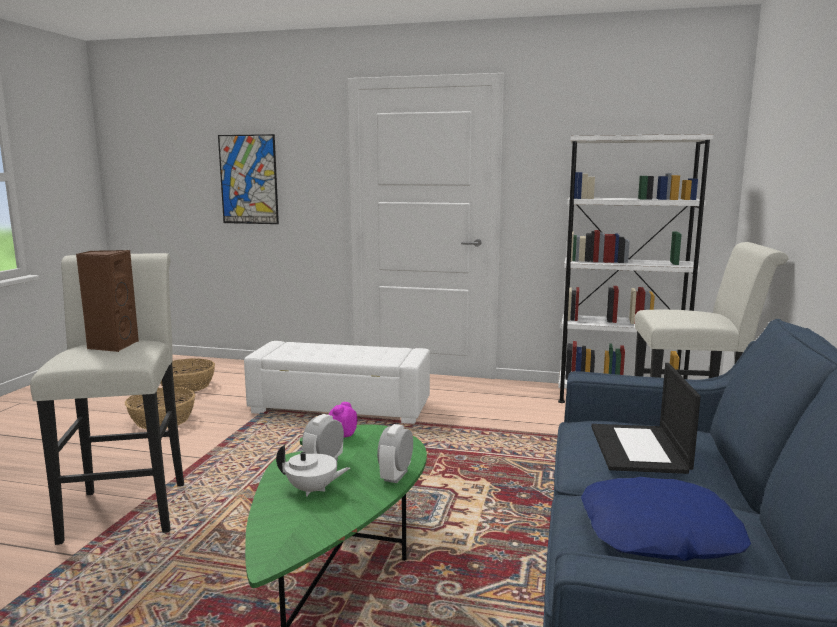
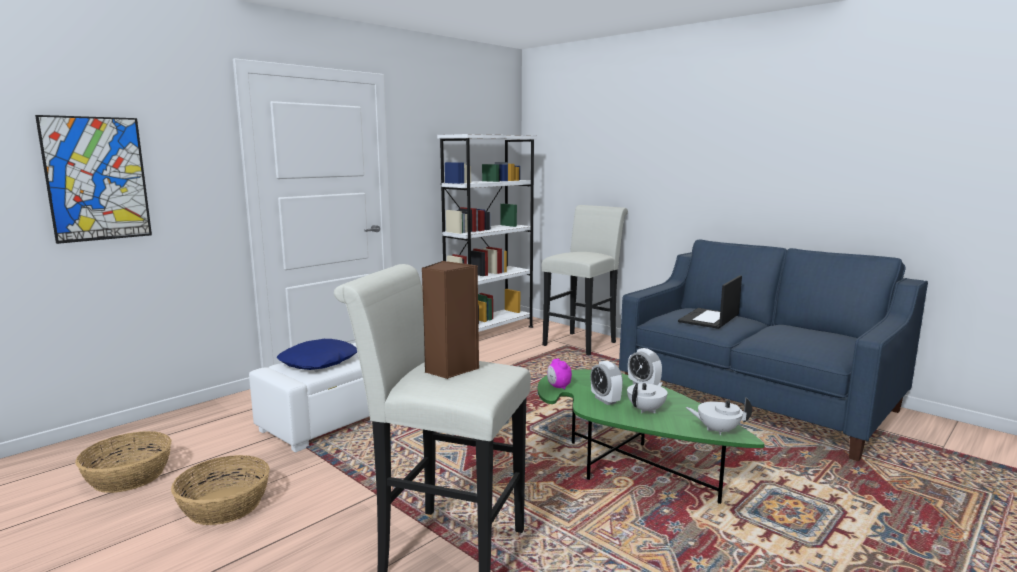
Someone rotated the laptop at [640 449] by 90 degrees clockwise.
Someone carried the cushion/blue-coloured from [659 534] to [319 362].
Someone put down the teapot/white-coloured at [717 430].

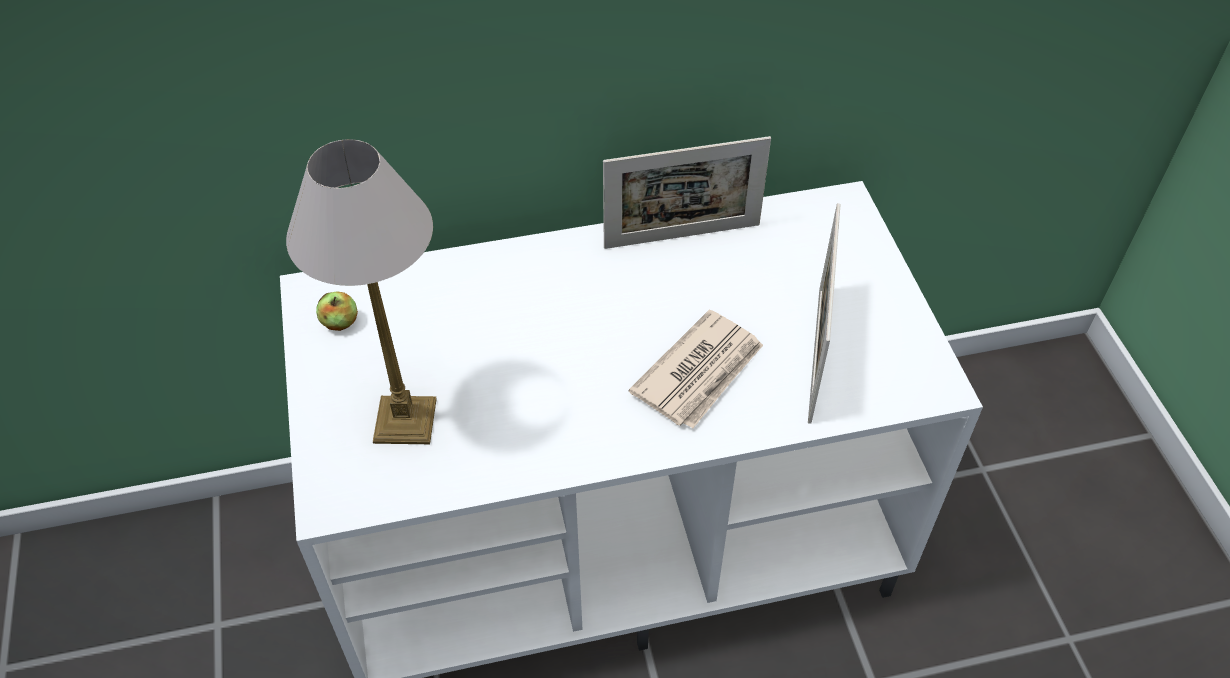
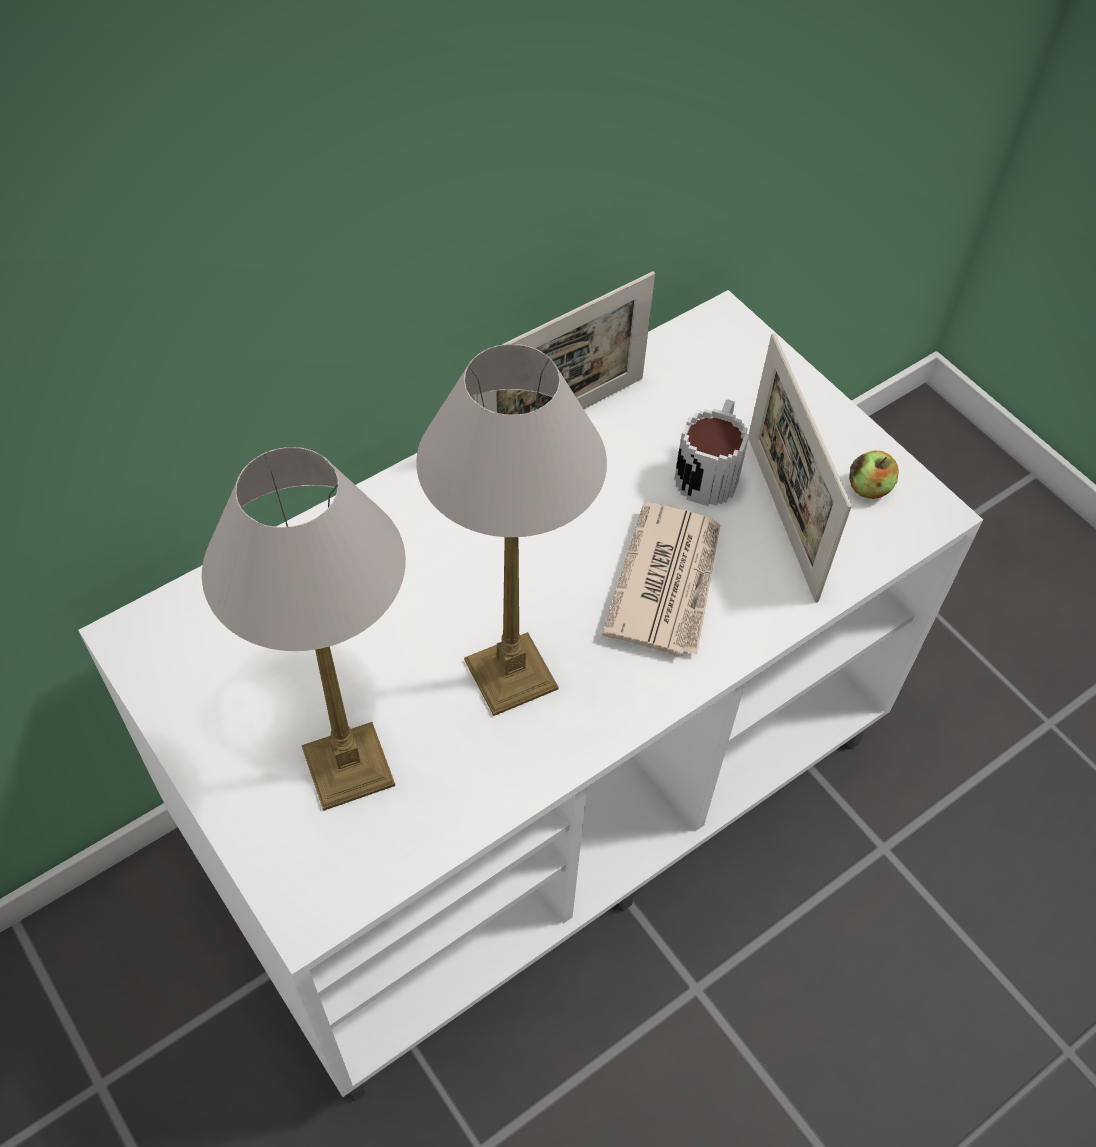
Someone carried the apple from [340 323] to [868 488].
Someone put down the table lamp at [511 672].
Someone put down the coffee mug at [710 469].

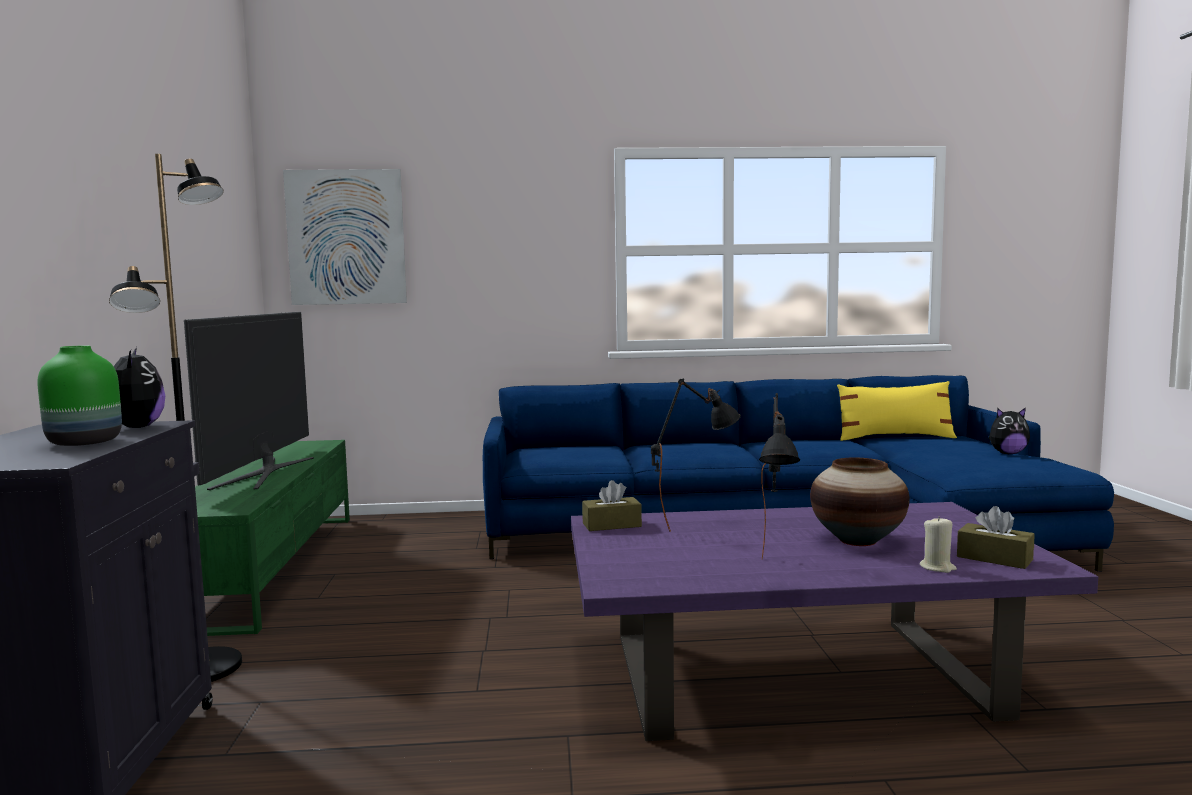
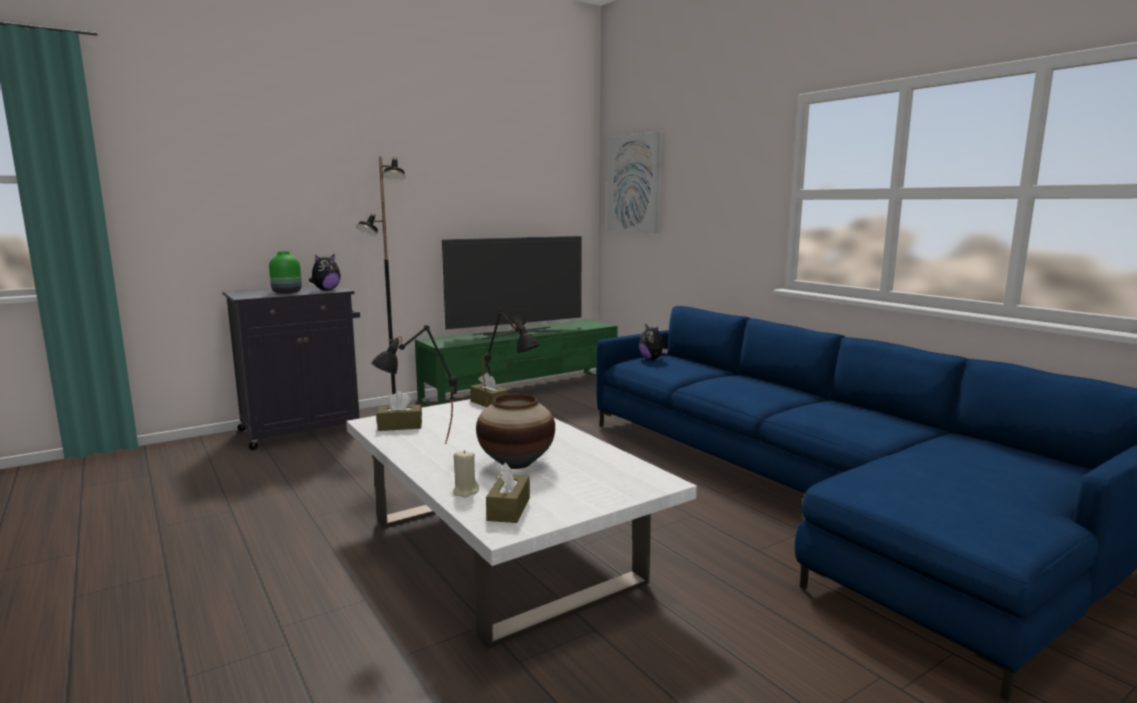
Someone took away the cushion/yellowish at [894 437].
Someone carried the soft toy from [1007 453] to [652 359].
Someone repainted the lounge table/purple at [799 673], which became the lounge table/white-coloured at [504 550].
Someone put down the box of tissues/brownish at [400 426].

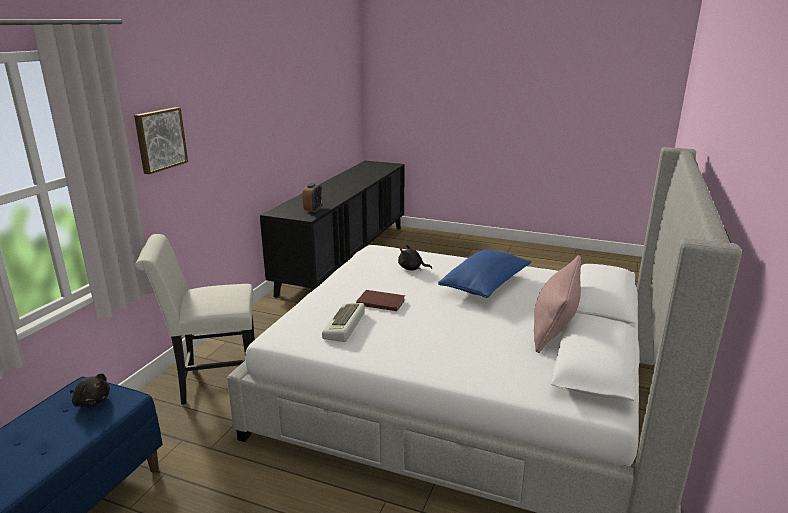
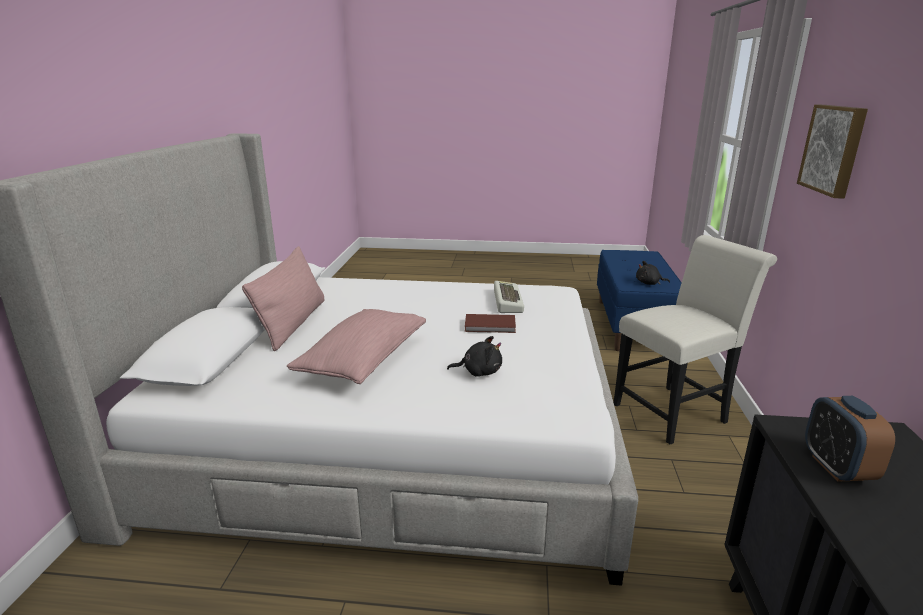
Someone repainted the cushion/blue-coloured at [485 286], which became the cushion/pinkish at [364 361].

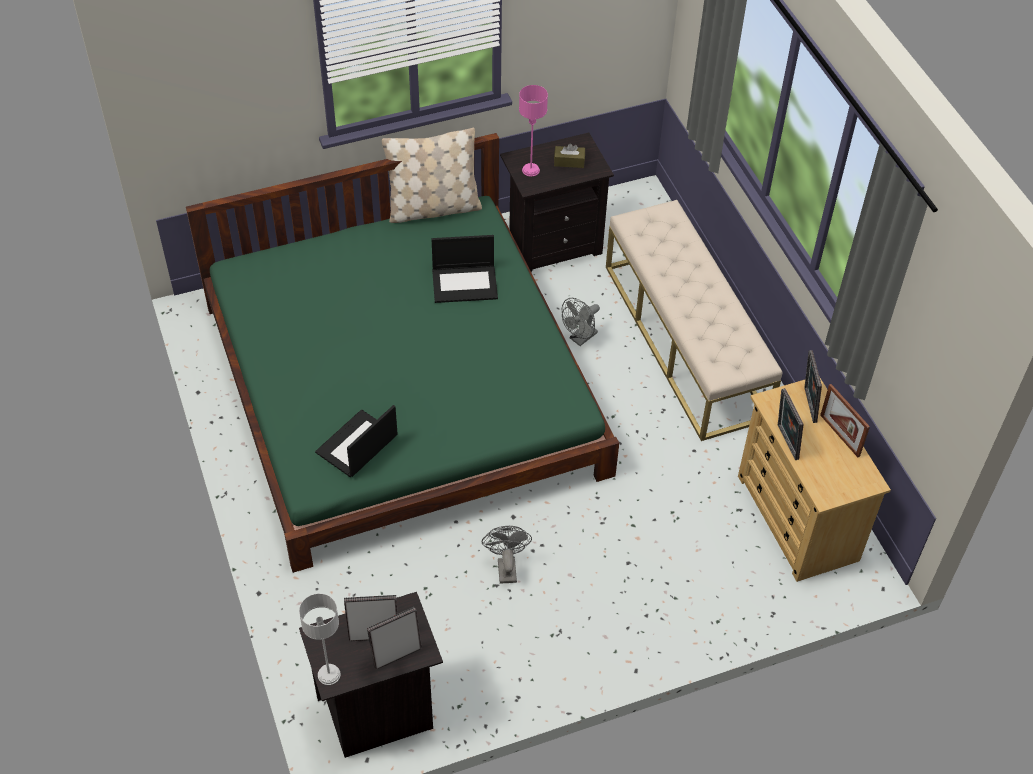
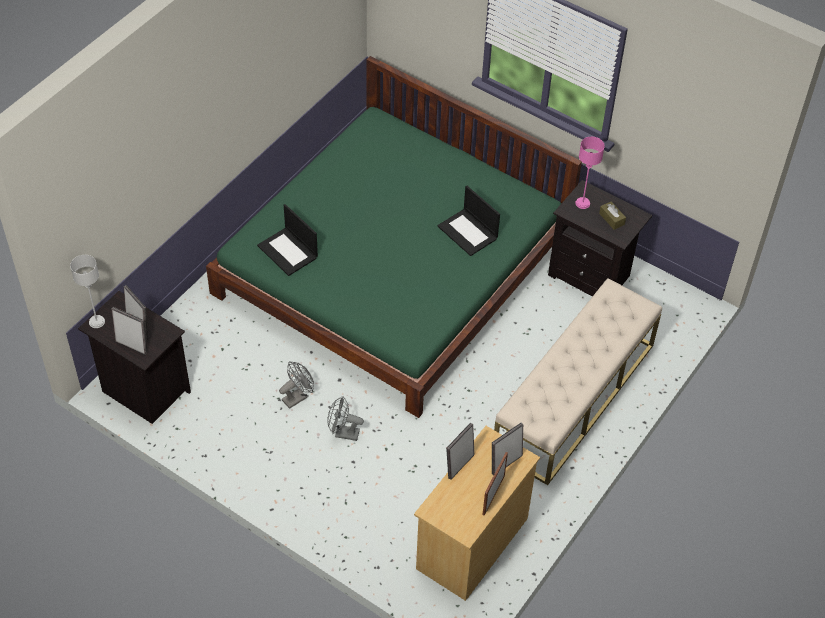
Someone took away the cushion/beige at [433 208].
Someone carried the cooling fan/grey from [580 338] to [343 433].
Someone rotated the laptop at [357 445] by 135 degrees counterclockwise.

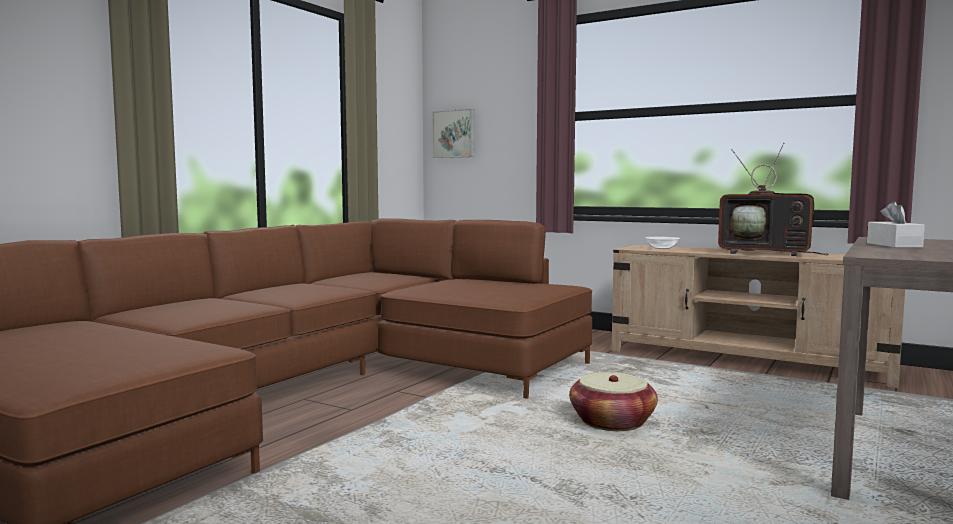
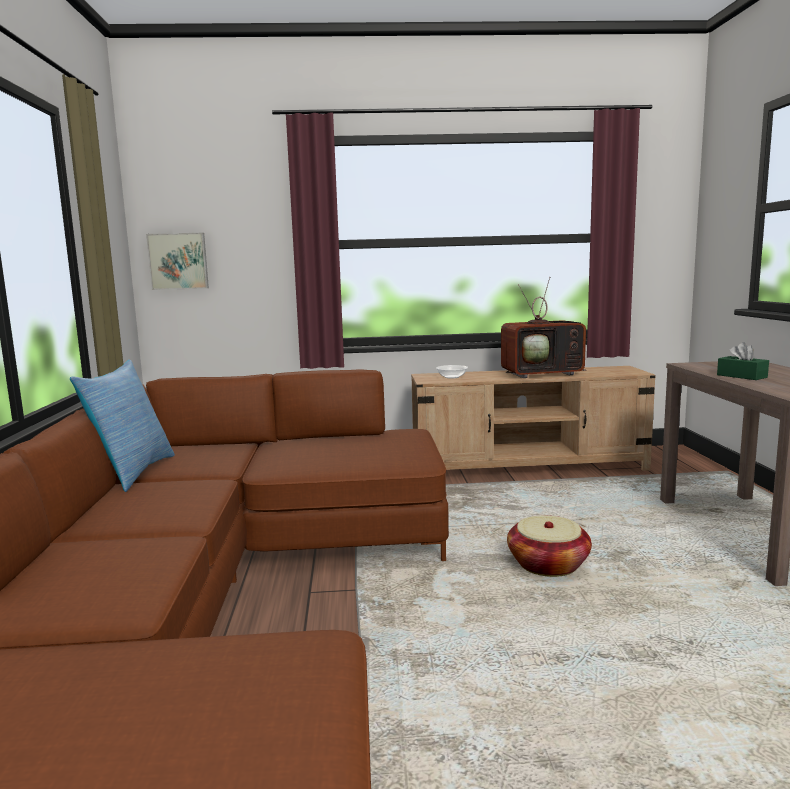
Someone repainted the box of tissues/white-coloured at [893 245], which became the box of tissues/green-coloured at [741 376].
Someone put down the cushion at [132 472].

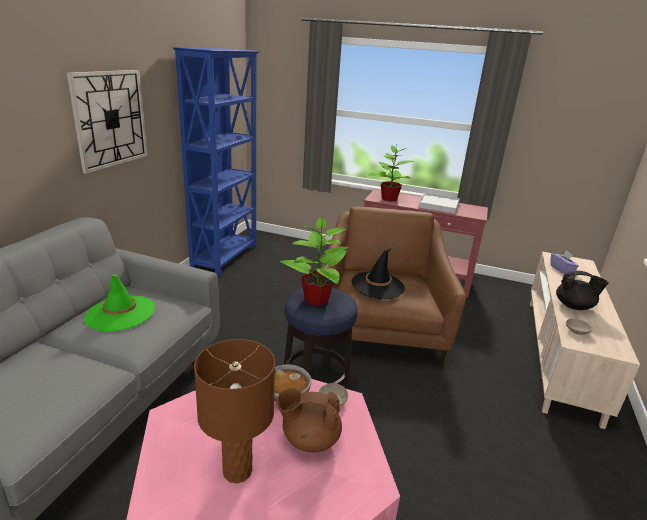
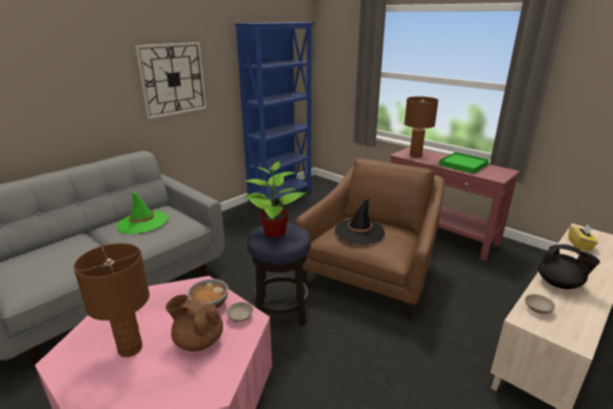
Someone swapped the potted plant at [389 199] for the table lamp/brownish at [415 155].
Someone repainted the tray/white-coloured at [438 205], which became the tray/green-coloured at [463 165].
Someone repainted the box of tissues/purple at [561 269], which became the box of tissues/yellowish at [580 244].

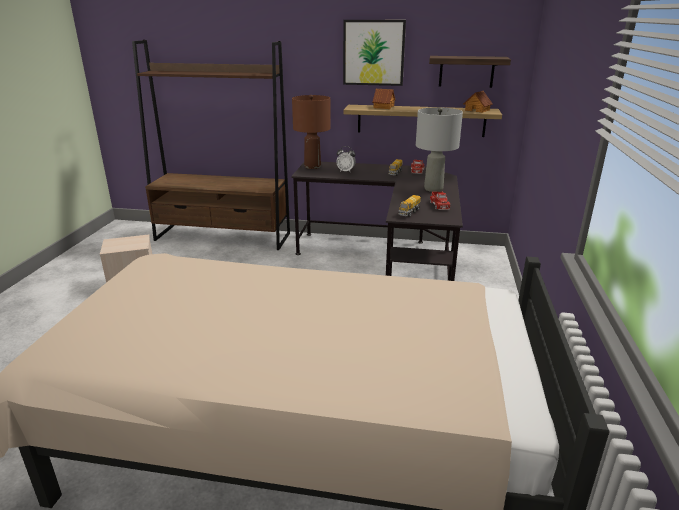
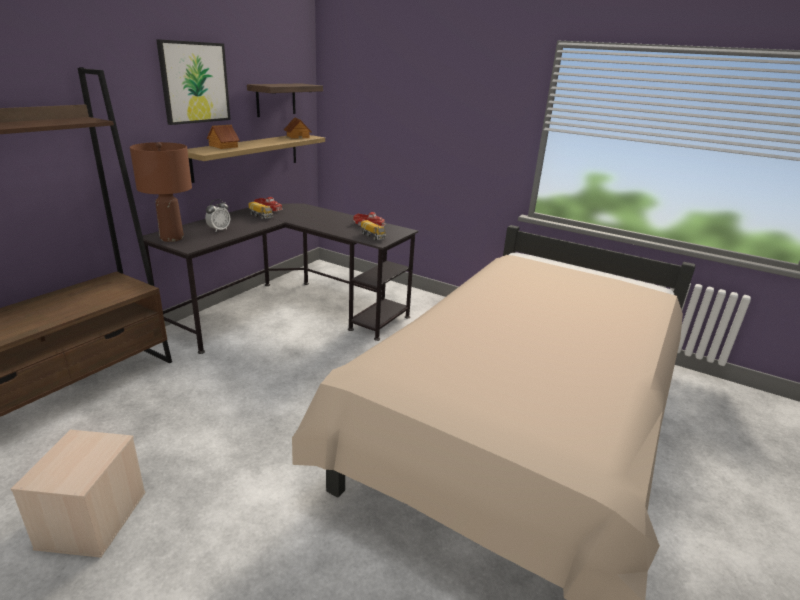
Someone took away the table lamp/grey at [434 189].

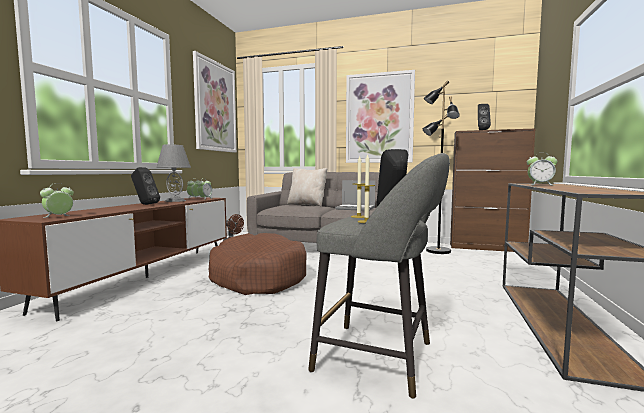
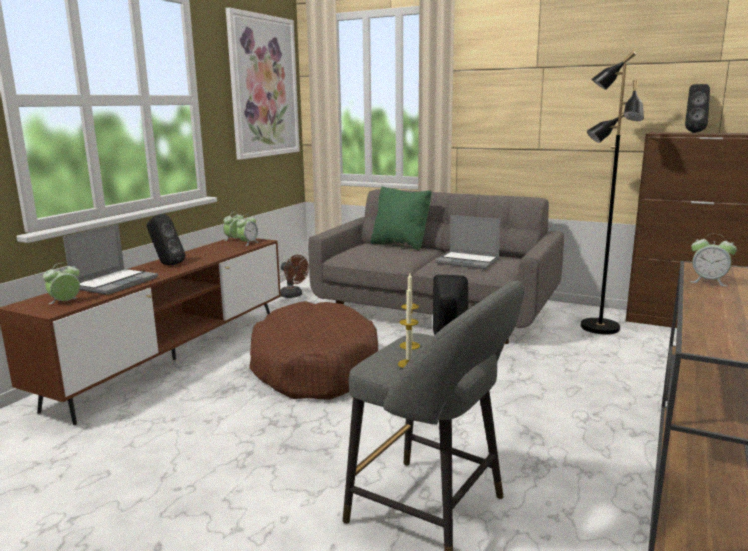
Someone took away the wall picture at [379 118].
Someone took away the table lamp/grey at [175 201].
Someone repainted the cushion/beige at [307 205], which became the cushion/green-coloured at [400 245].
Someone put down the laptop at [115 283].

